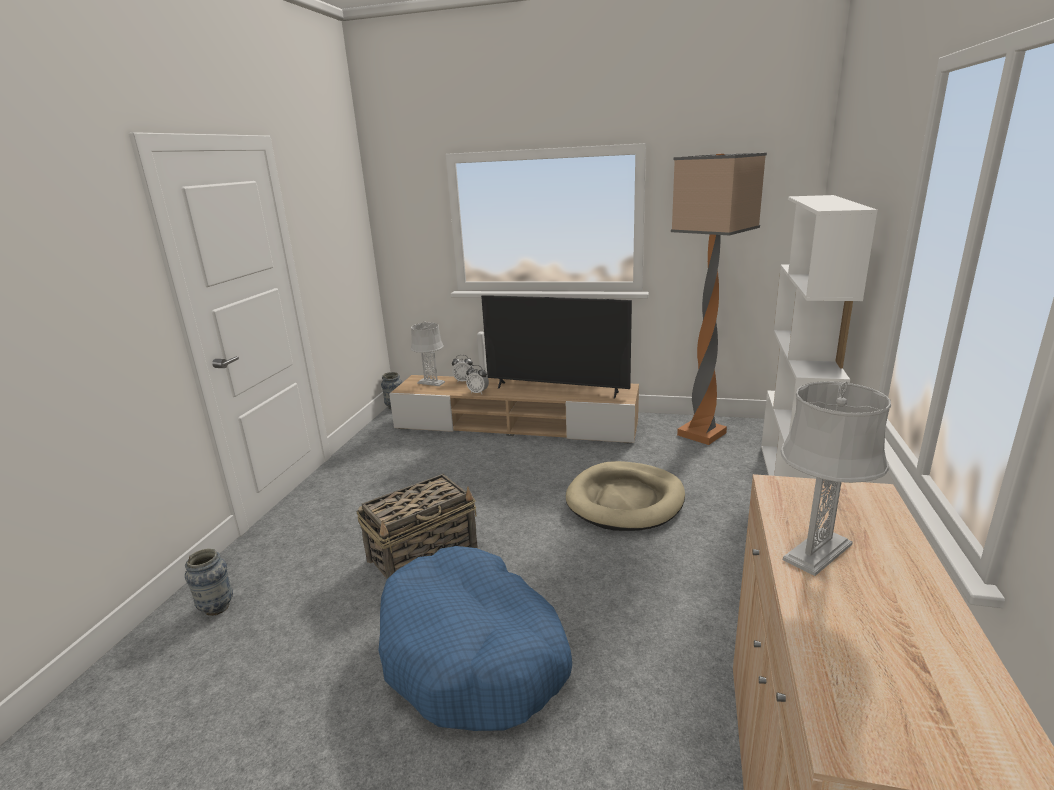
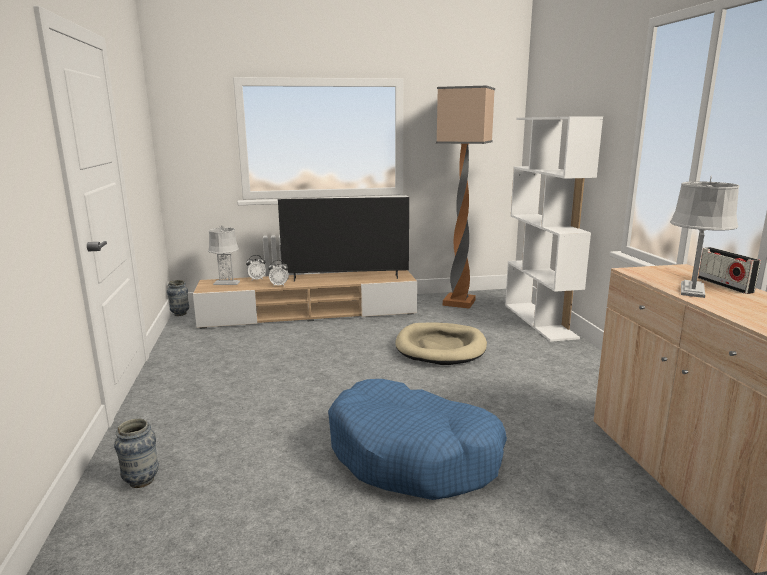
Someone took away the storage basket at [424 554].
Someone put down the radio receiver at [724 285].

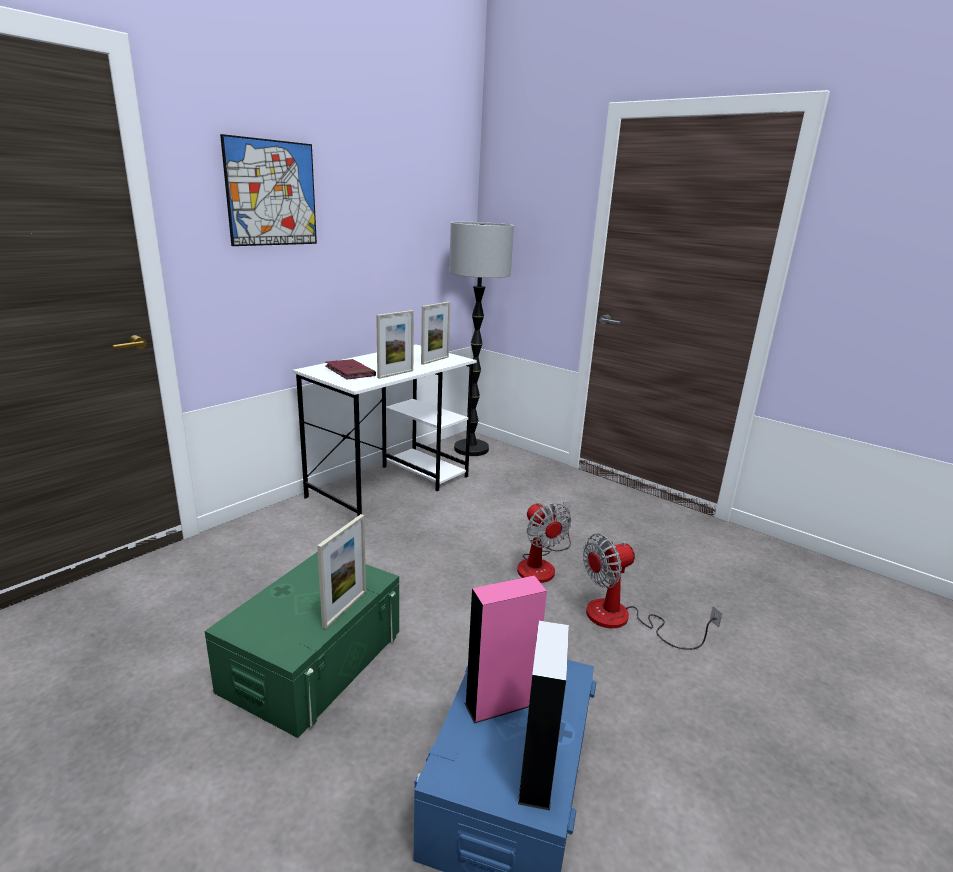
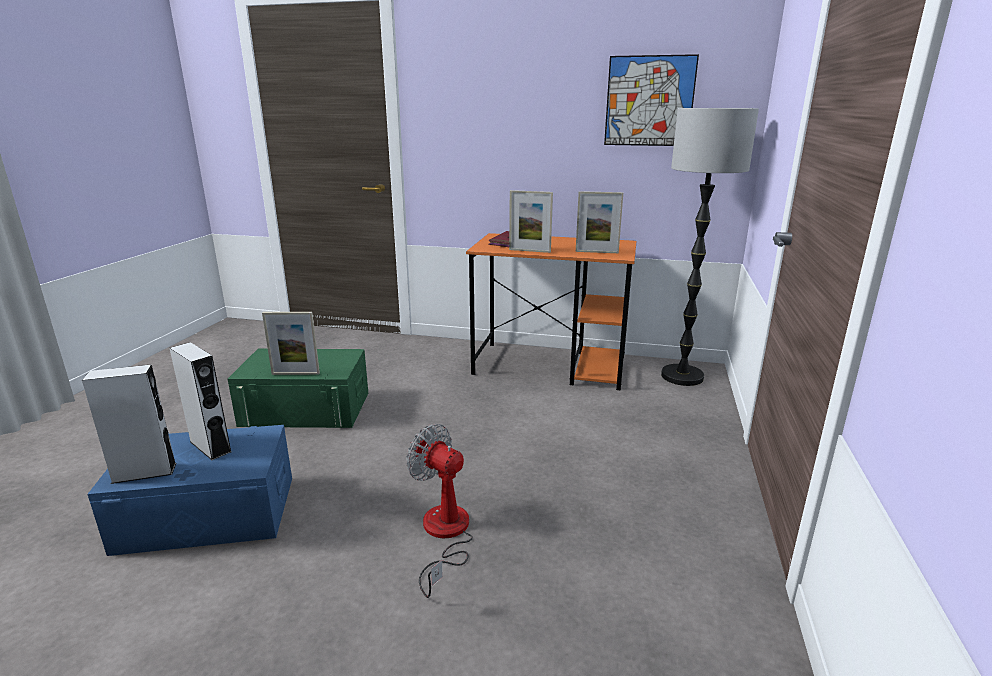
Someone carried the wall picture from [272 193] to [649 101].
Someone repainted the desk table/white-coloured at [391 486], which became the desk table/orangey at [551 365].
Someone took away the cooling fan at [541 564].
Someone repainted the speaker/pinkish at [500 704], which became the speaker/grey at [210 446].

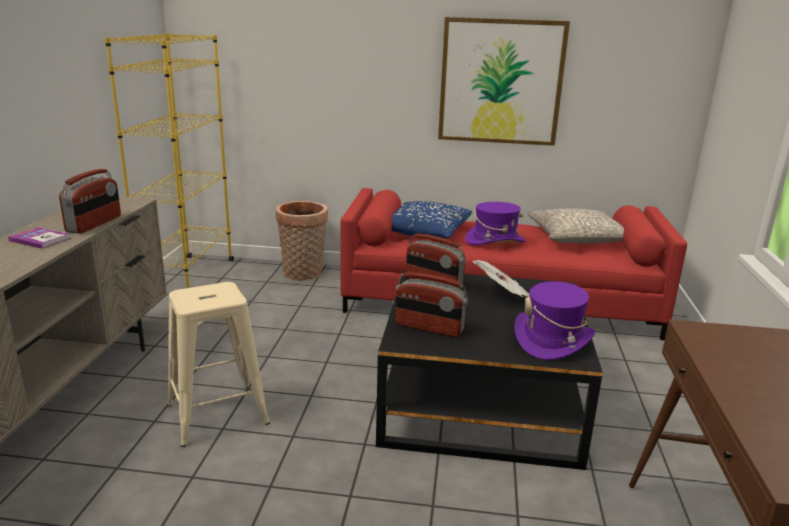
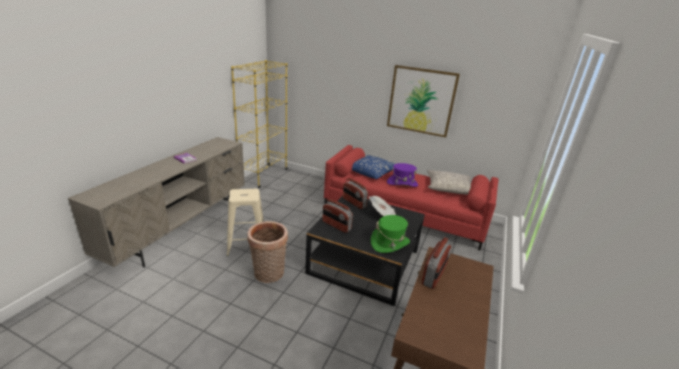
Someone carried the radio receiver from [94 224] to [434 275].
Someone carried the storage basket from [303 275] to [268 275].
Someone repainted the hat/purple at [553 340], which became the hat/green-coloured at [389 243].

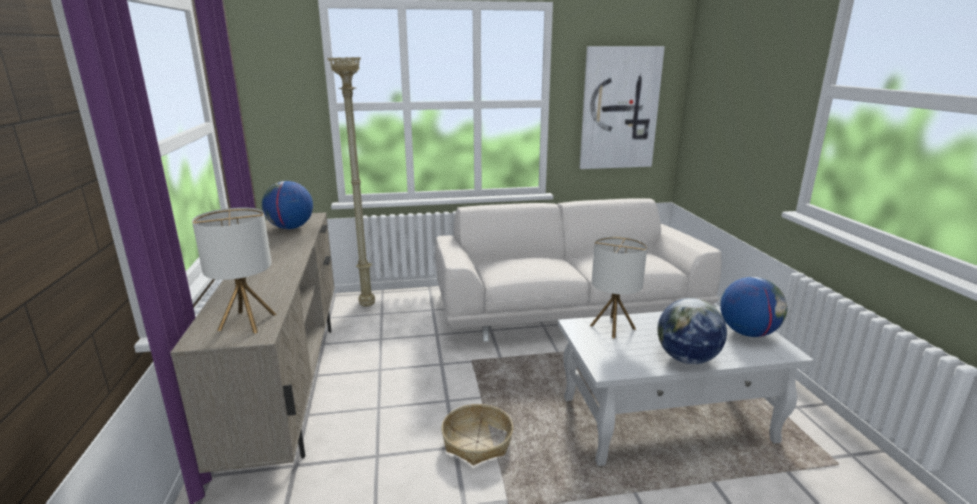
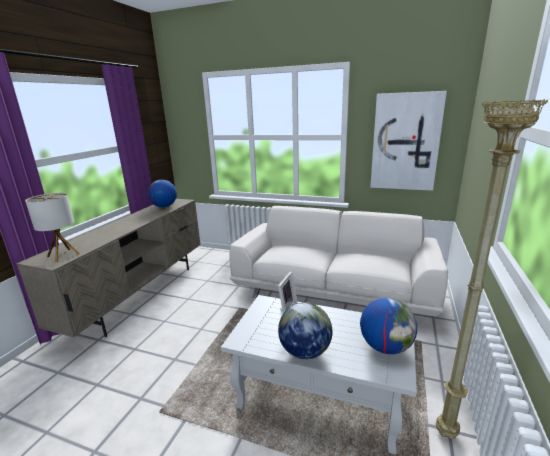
Someone carried the standing lamp/beige from [366 306] to [445 434].
Someone swapped the table lamp at [612 327] for the photo frame at [285 310].
Someone took away the storage basket at [477 442].

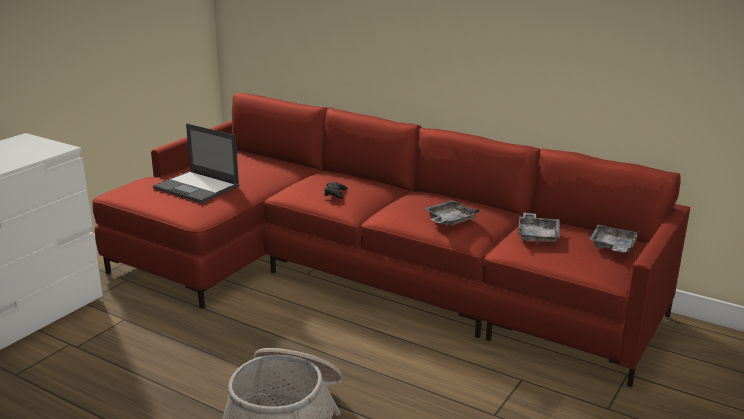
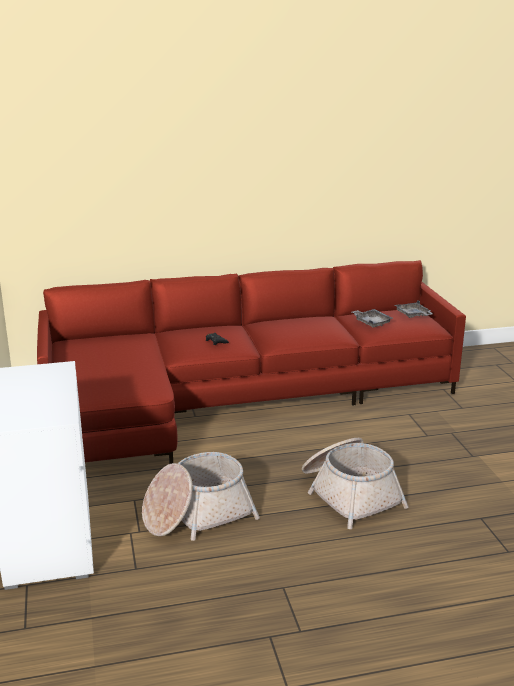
Someone took away the laptop at [197 187].
Someone took away the tray/grey at [449 220].
Someone put down the storage basket at [197 514].

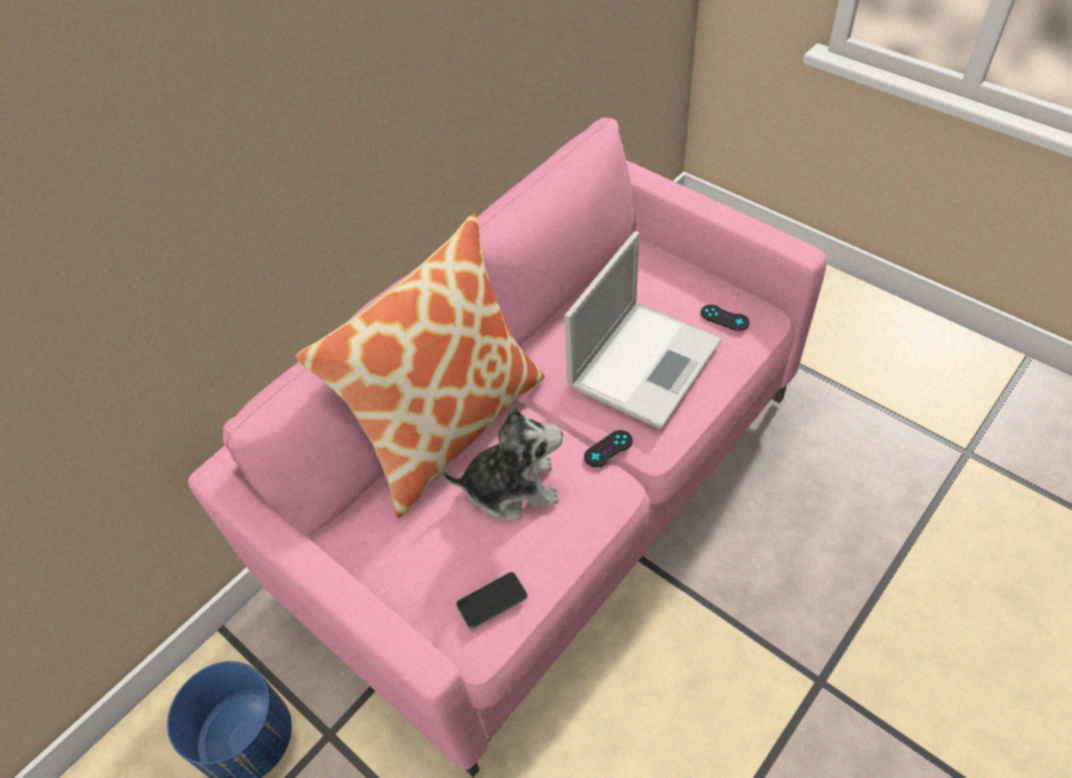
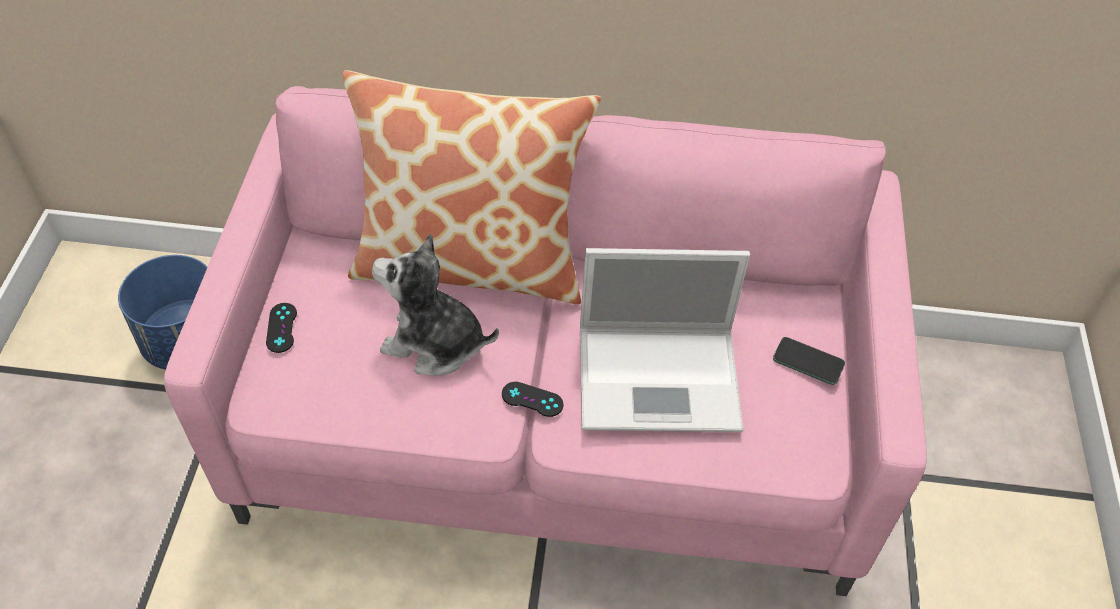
Someone carried the joypad/black from [724 318] to [281 328].
Someone rotated the soft toy at [511 487] by 150 degrees clockwise.
Someone carried the phone from [492 600] to [808 362].

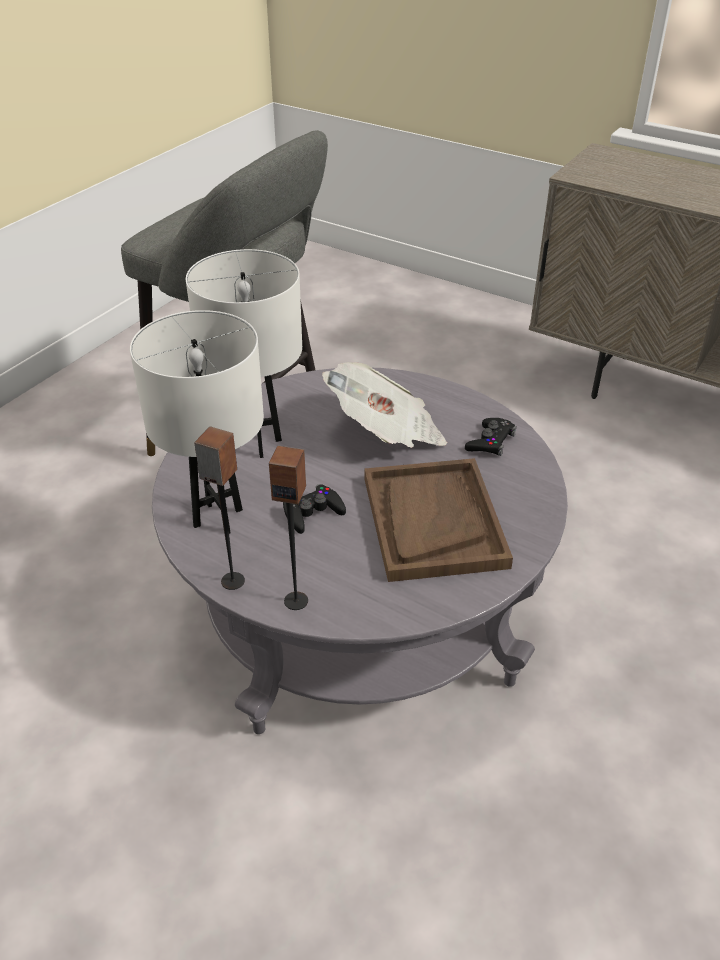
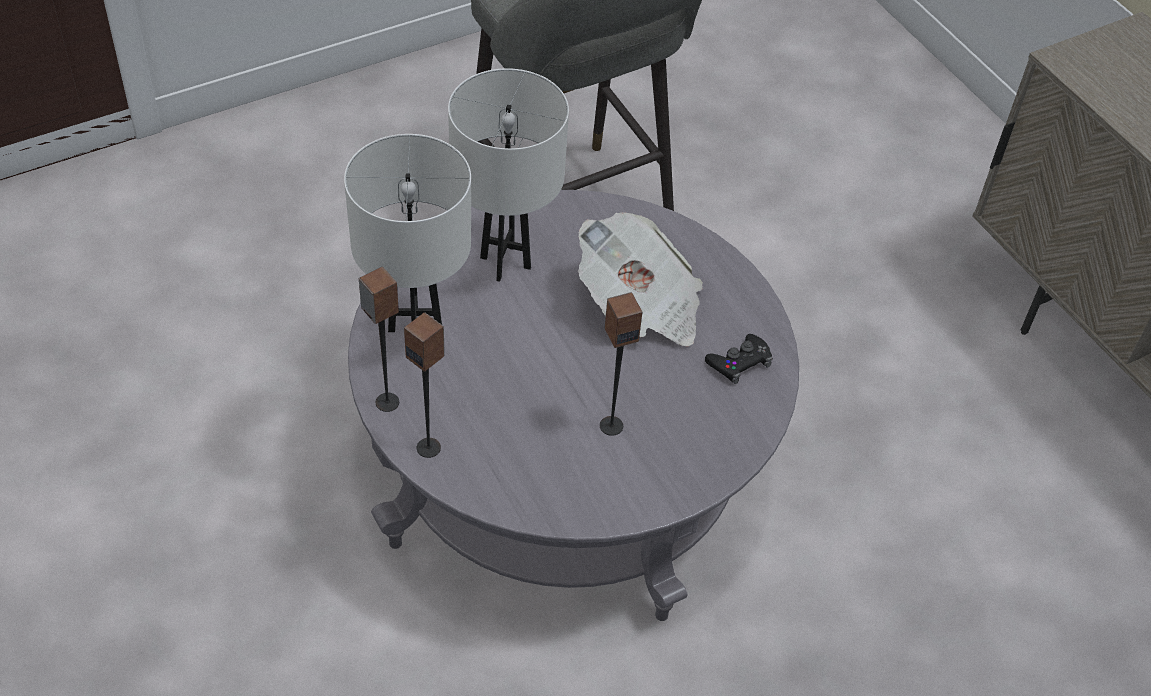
Someone swapped the tray/brownish at [433 521] for the speaker at [611 425].
Someone took away the joypad/black at [312 513].

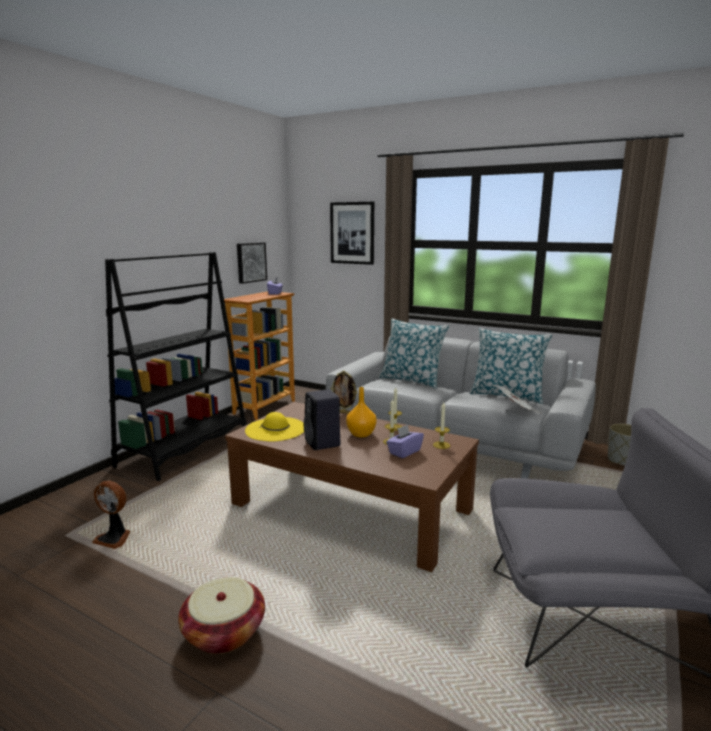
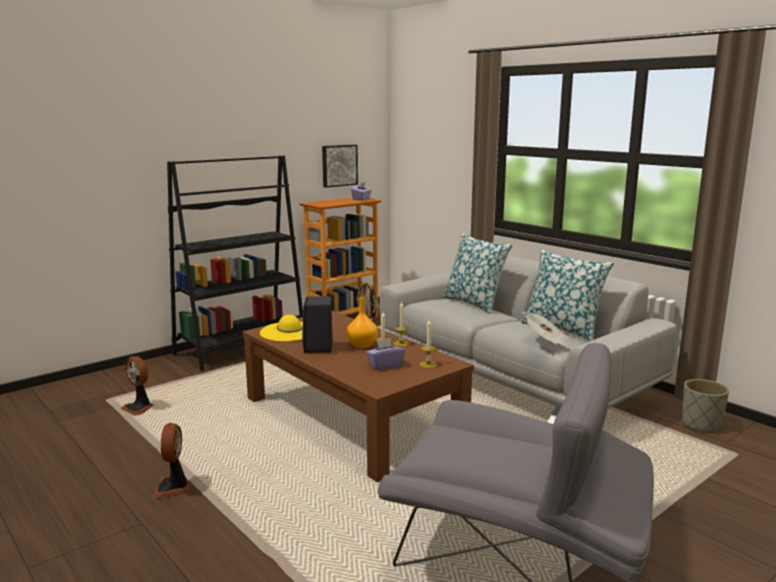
Someone took away the wall picture at [352 233].
Someone swapped the storage basket at [224 632] for the cooling fan at [173 488].

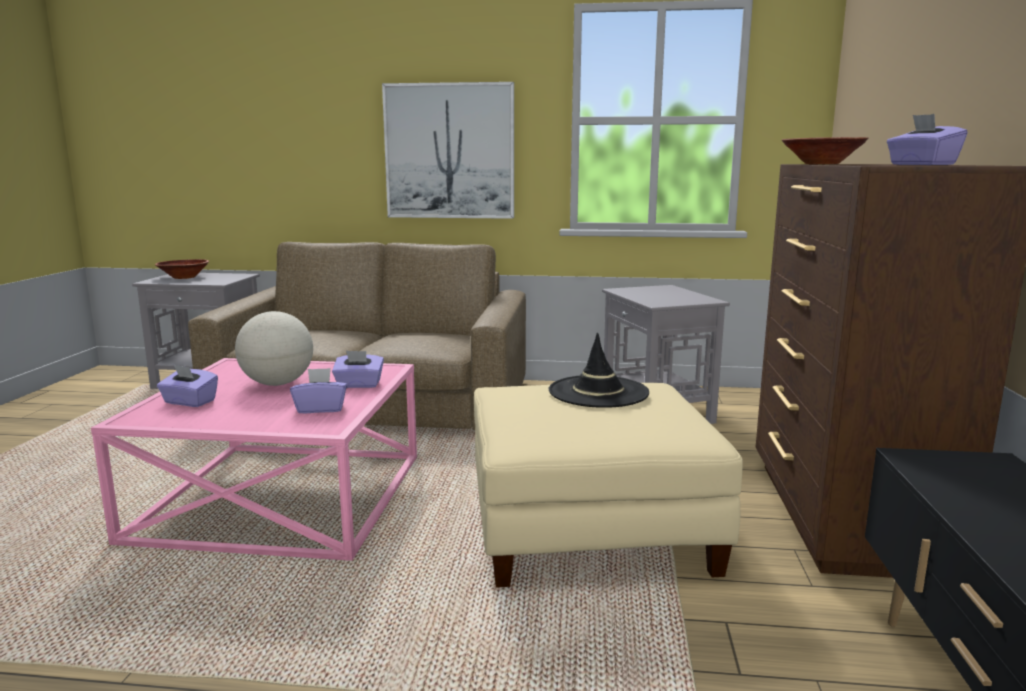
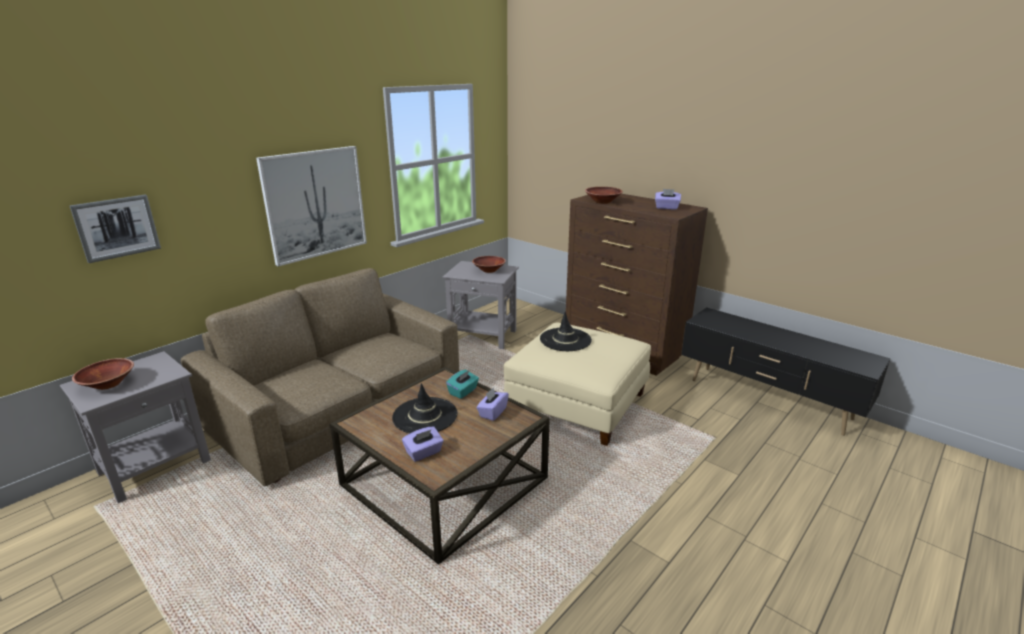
Someone swapped the world globe at [277 384] for the hat/black at [425 416].
Someone repainted the box of tissues/purple at [359 385], which became the box of tissues/blue-green at [463 392].
Someone repainted the lounge table/pinkish at [283 495], which became the lounge table/brownish at [443 481].
Someone put up the wall picture at [117 227].
Someone put down the serving bowl/brownish at [489 270].

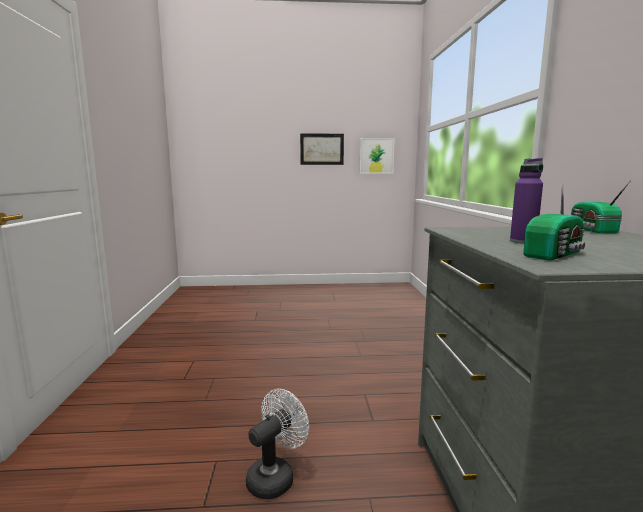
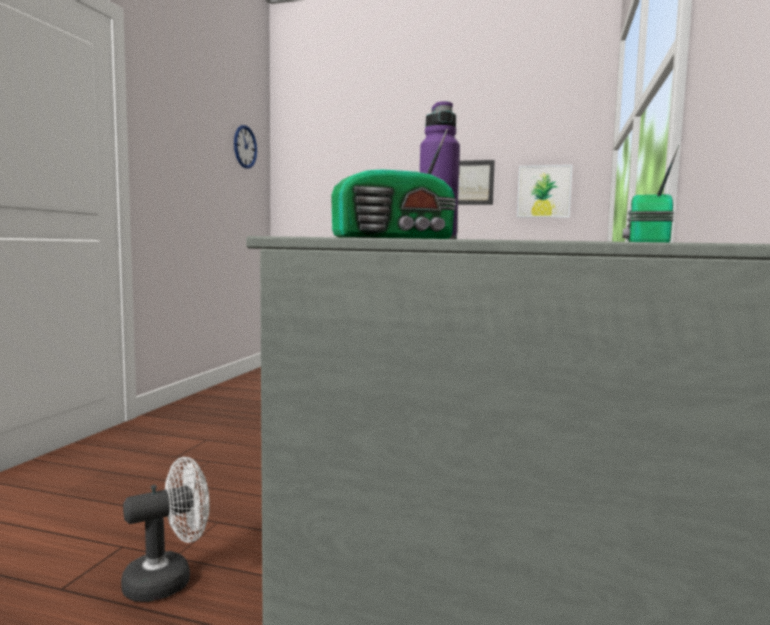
Someone put up the hanging clock at [245 147].

